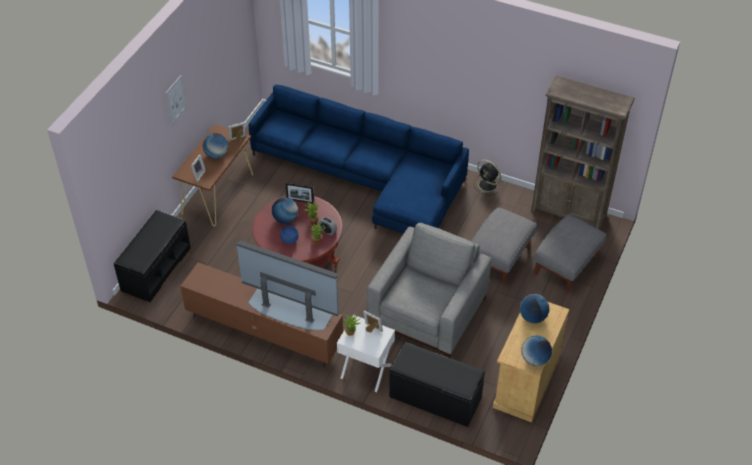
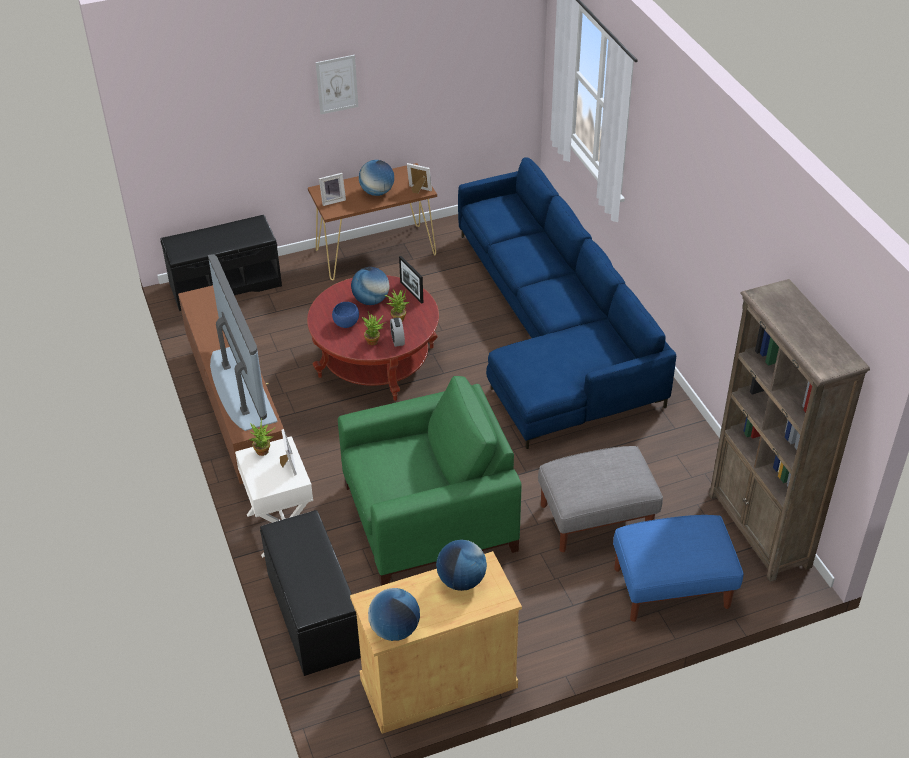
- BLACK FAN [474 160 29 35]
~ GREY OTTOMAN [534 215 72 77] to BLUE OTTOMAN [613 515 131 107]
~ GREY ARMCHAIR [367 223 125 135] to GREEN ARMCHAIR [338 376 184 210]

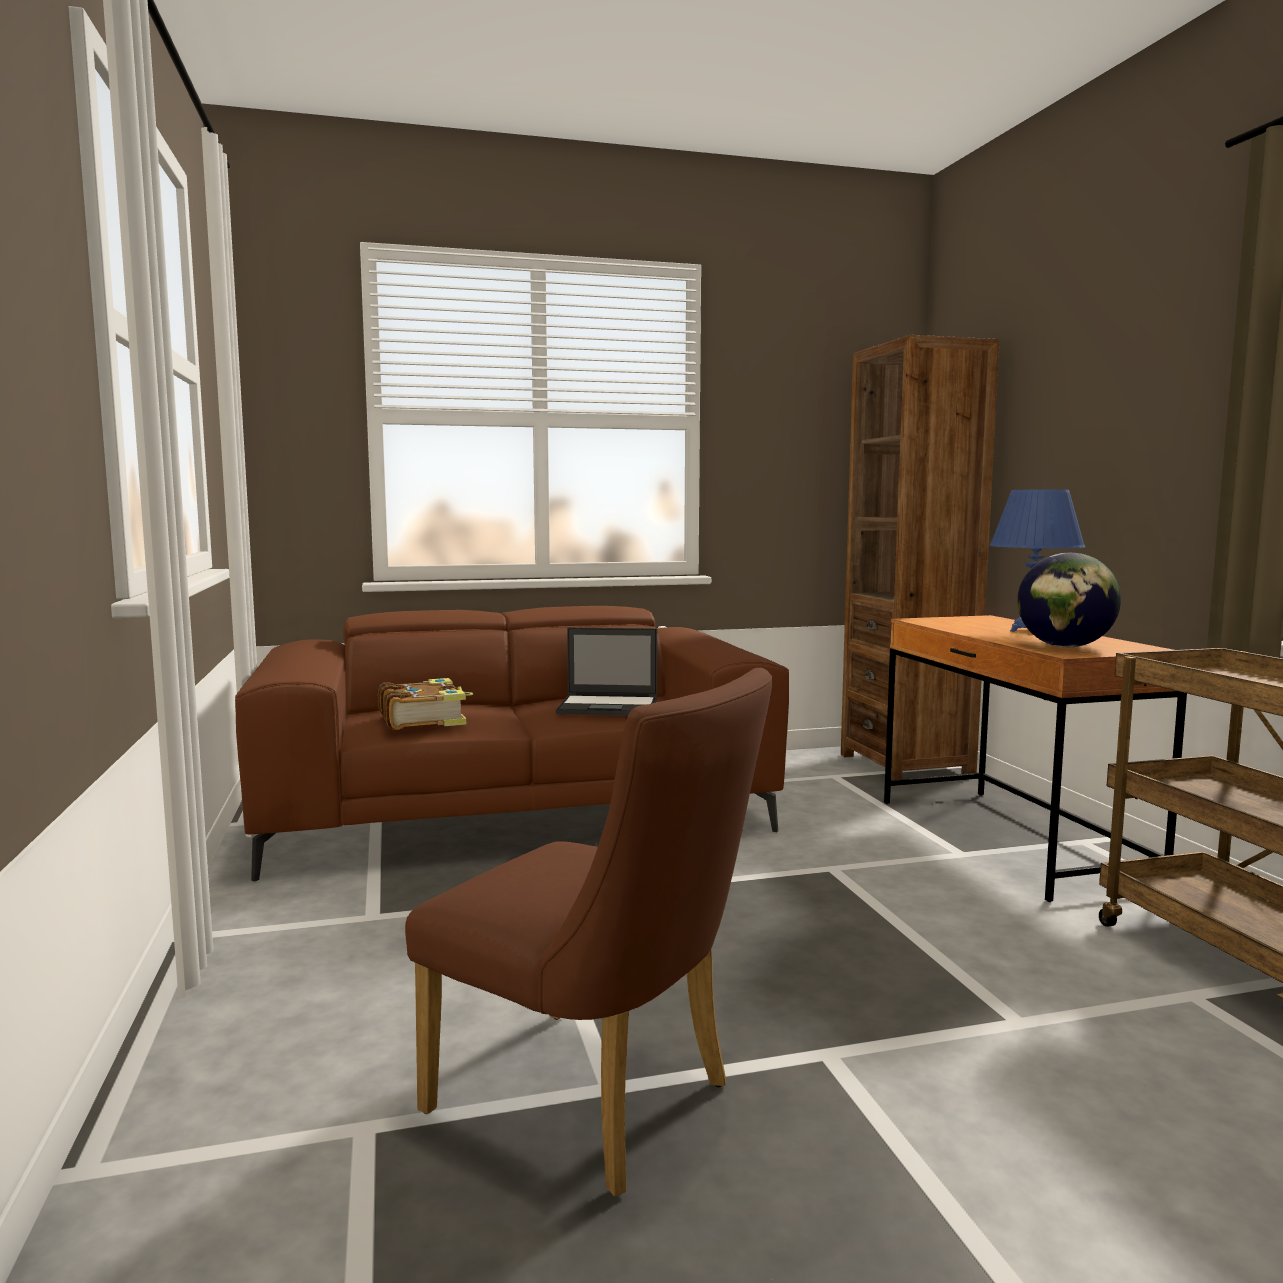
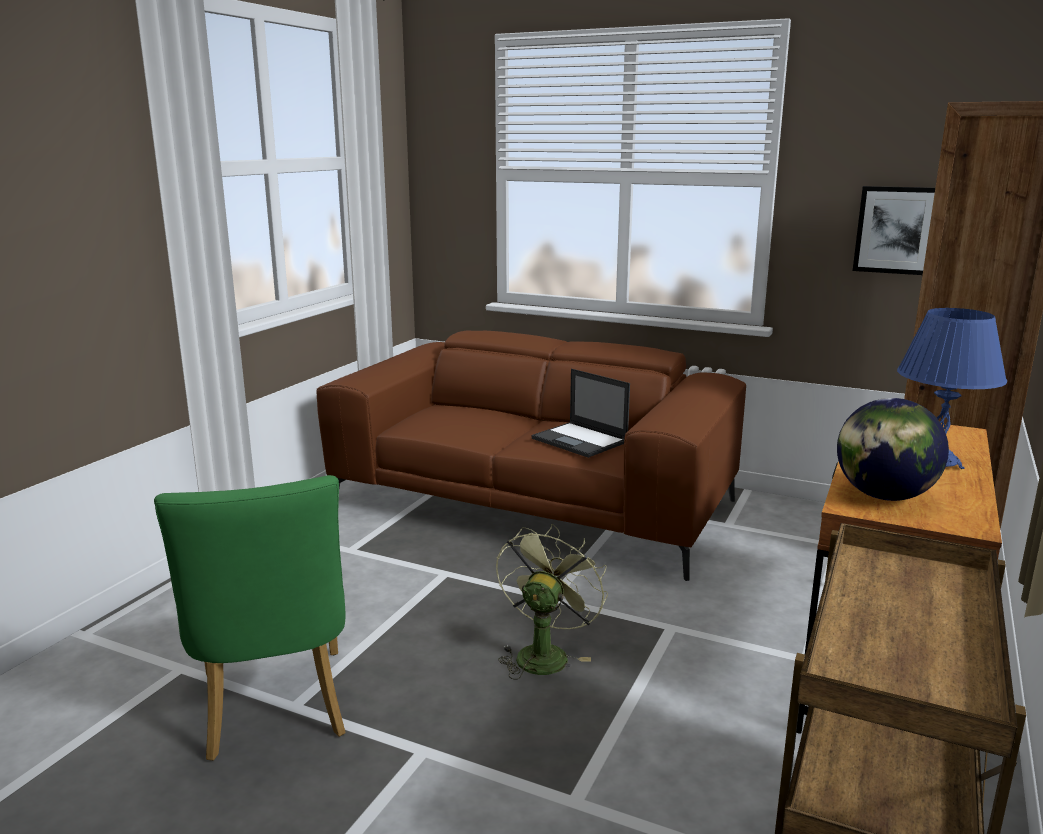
~ BROWN CHAIR [405 668 367 529] to GREEN CHAIR [154 475 192 286]
- BOOK [378 678 95 52]
+ PICTURE [853 186 82 89]
+ GREEN FAN [496 524 112 156]

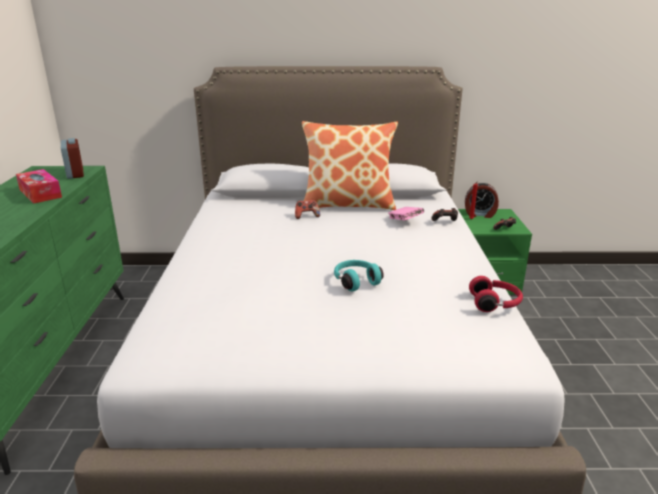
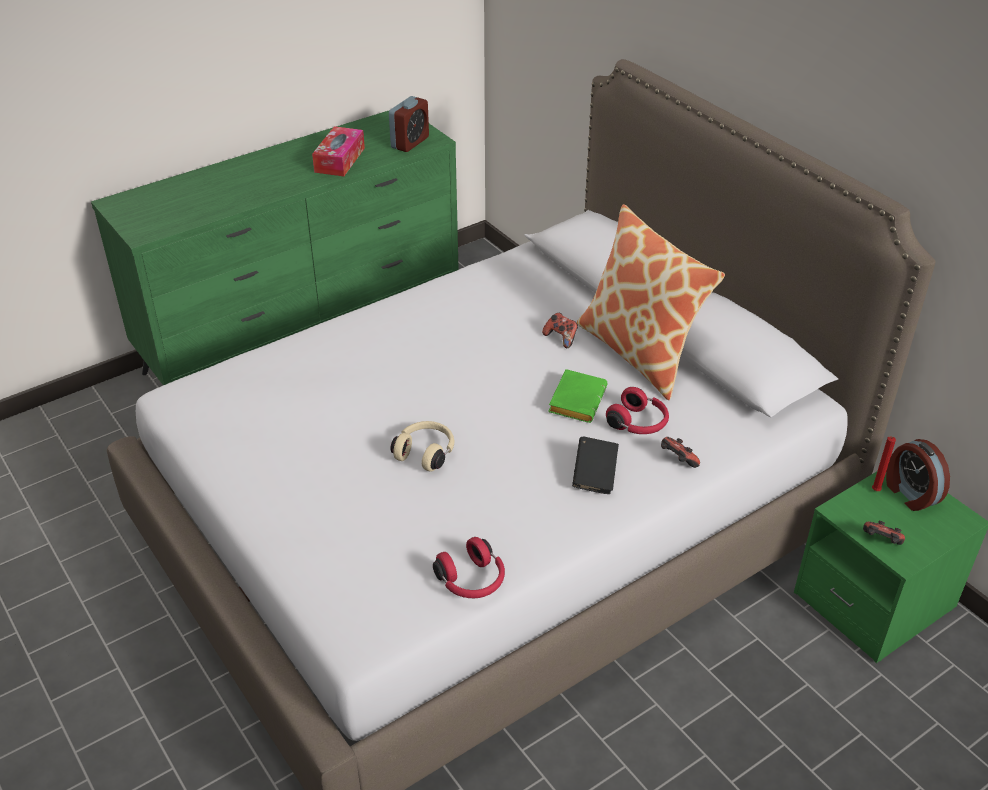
~ PINK BOOK [388 207 36 14] to RED HEADPHONES [606 387 63 47]
~ TURQUOISE HEADPHONES [334 260 50 31] to BEIGE HEADPHONES [390 421 64 51]
+ GREEN BOOK [548 369 60 54]
+ BLACK BOOK [572 437 47 57]

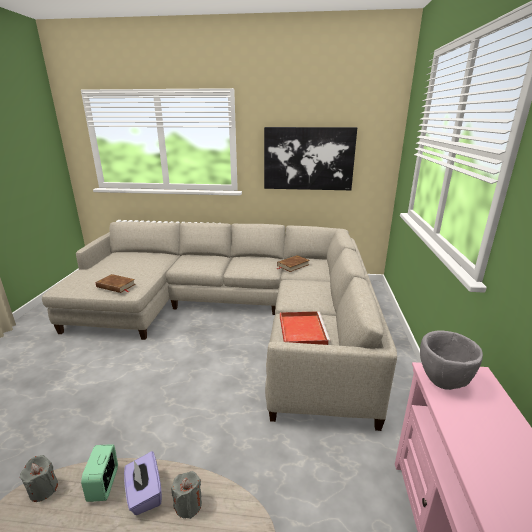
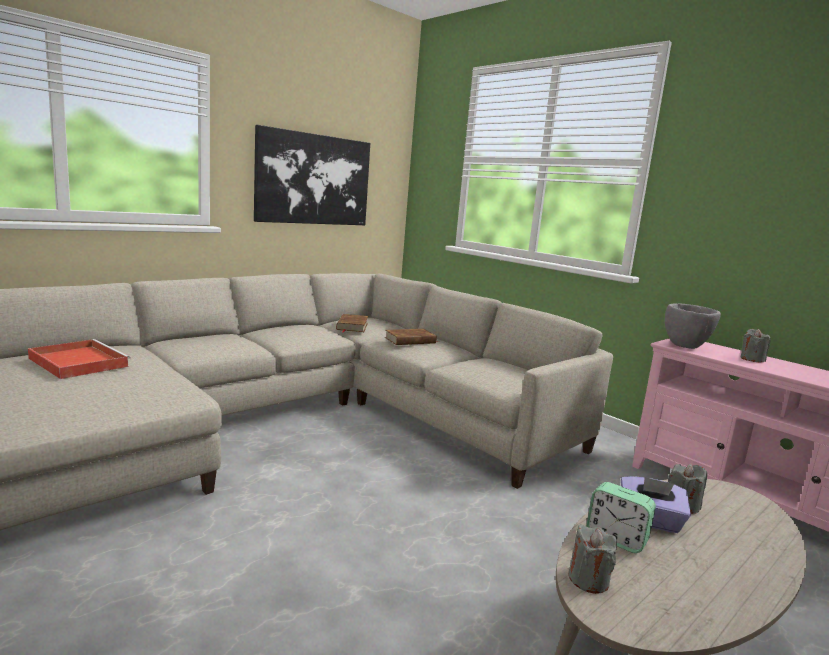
~ BROWN BOOK [96 274 40 19] to [385 329 54 16]
~ RED TRAY [280 311 51 34] to [28 339 103 40]
+ GREY CANDLE [740 329 31 33]

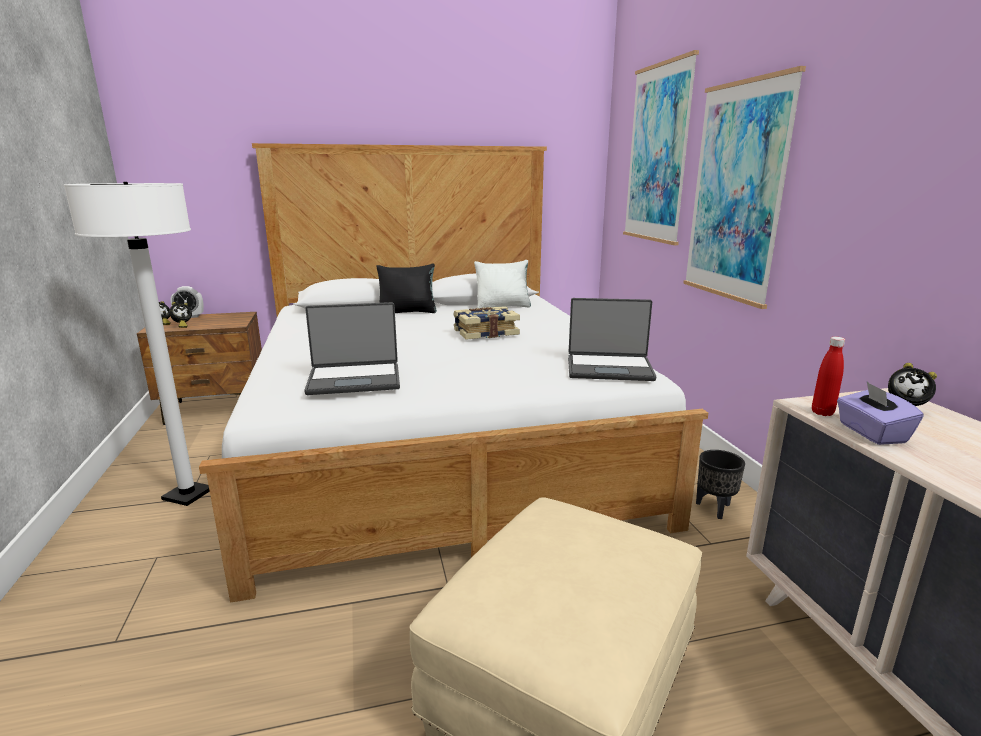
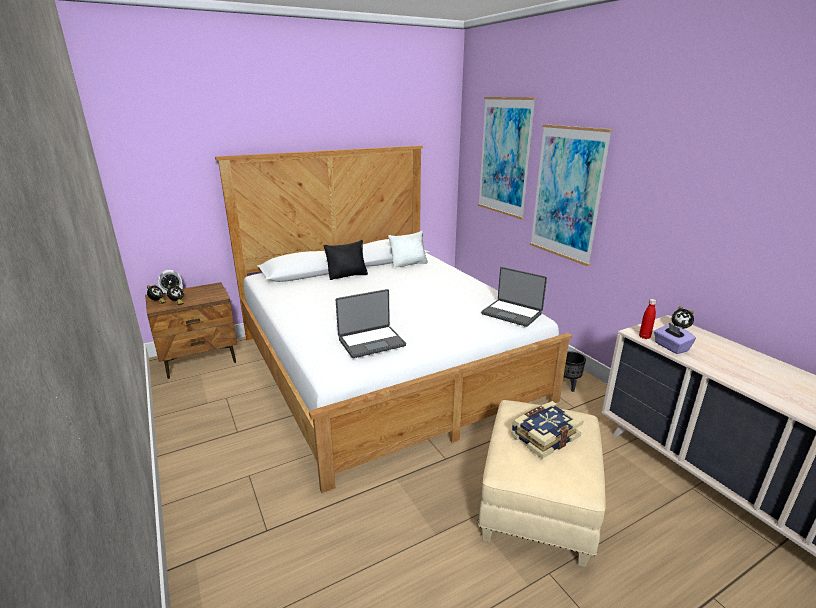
- WHITE FLOOR LAMP [63 182 147 324]
~ LAPTOP [568 298 88 83] = [481 267 66 60] 45 degrees clockwise
~ BOOK [454 306 66 34] to [511 401 72 58]

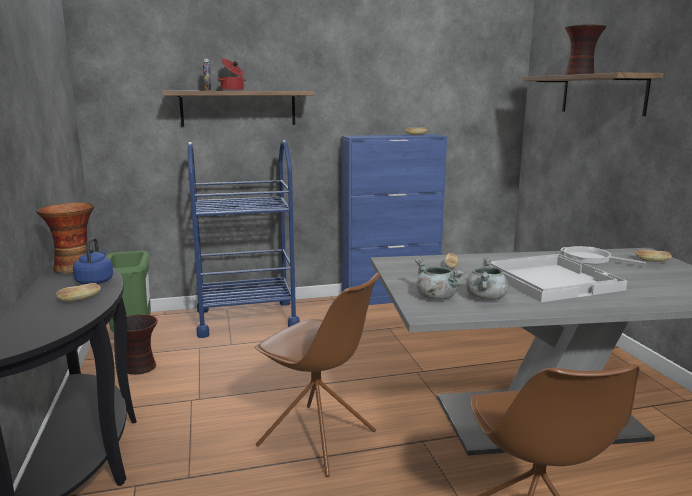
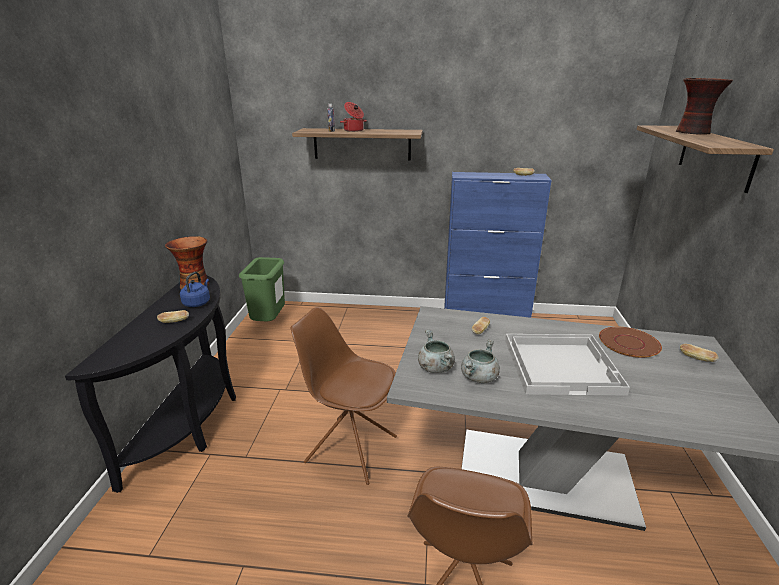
- BLUE CART [187 140 113 198]
~ FRYING PAN [561 246 85 18] to BROWN PLATE [599 327 63 31]
~ BROWN CHAIR [255 272 125 205] = [291 307 106 178] 150 degrees clockwise
- VASE [113 314 45 61]

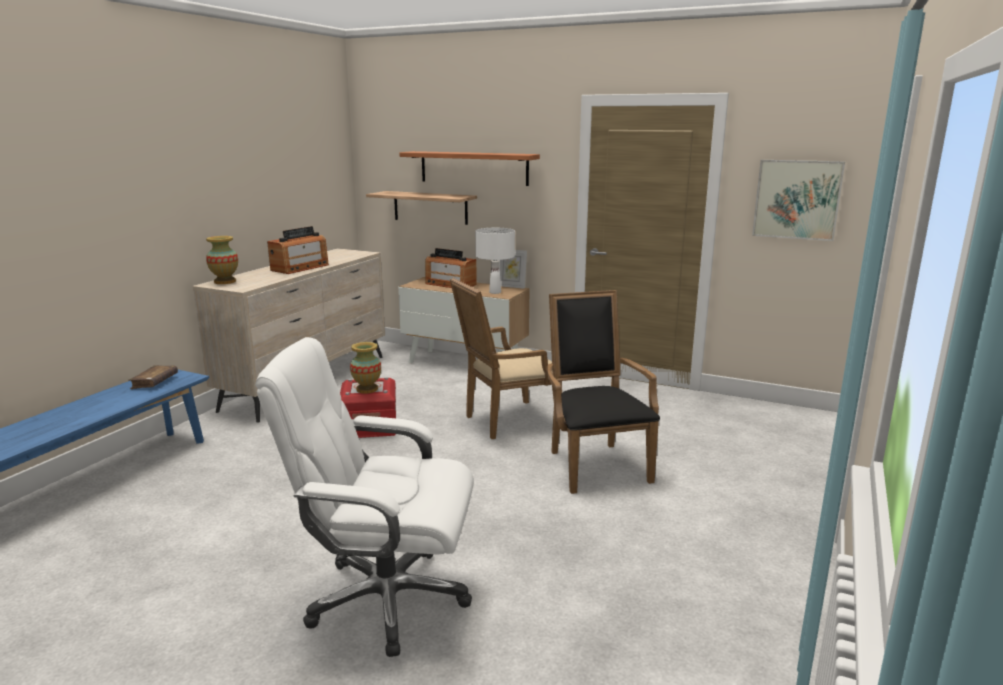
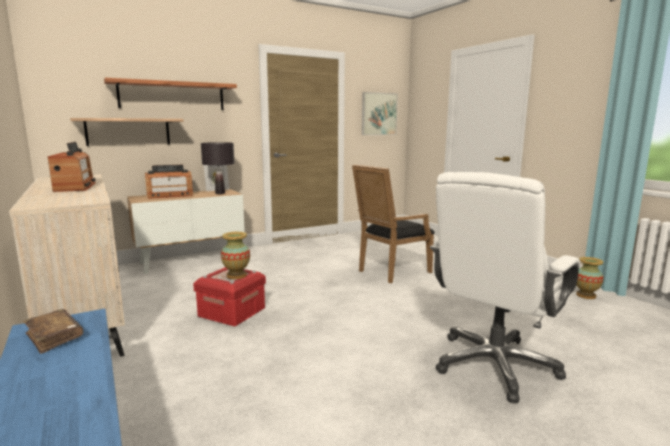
~ WHITE TABLE LAMP [475 228 40 66] to BLACK TABLE LAMP [201 142 34 52]
~ VASE [206 236 32 48] to [576 257 28 42]
- BEIGE ARMCHAIR [450 278 112 161]
~ BLACK ARMCHAIR [546 290 114 204] = [352 165 83 118] 60 degrees counterclockwise

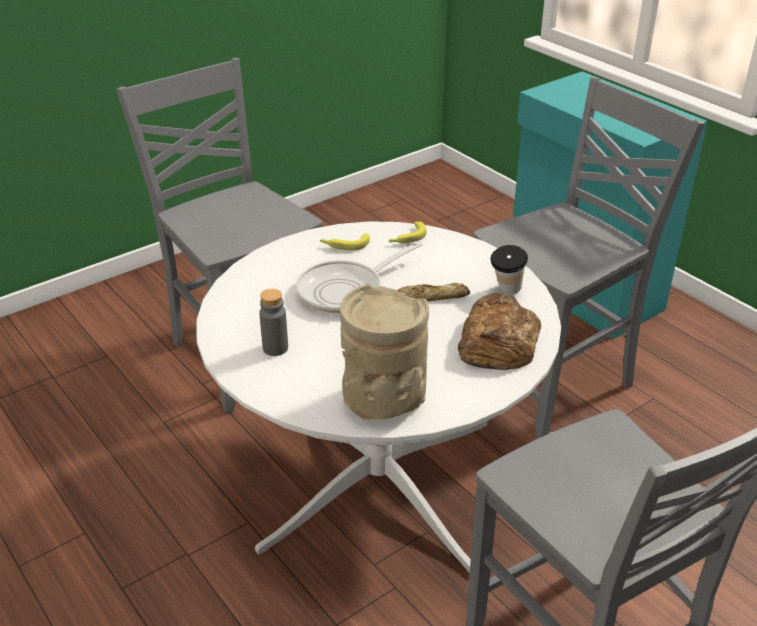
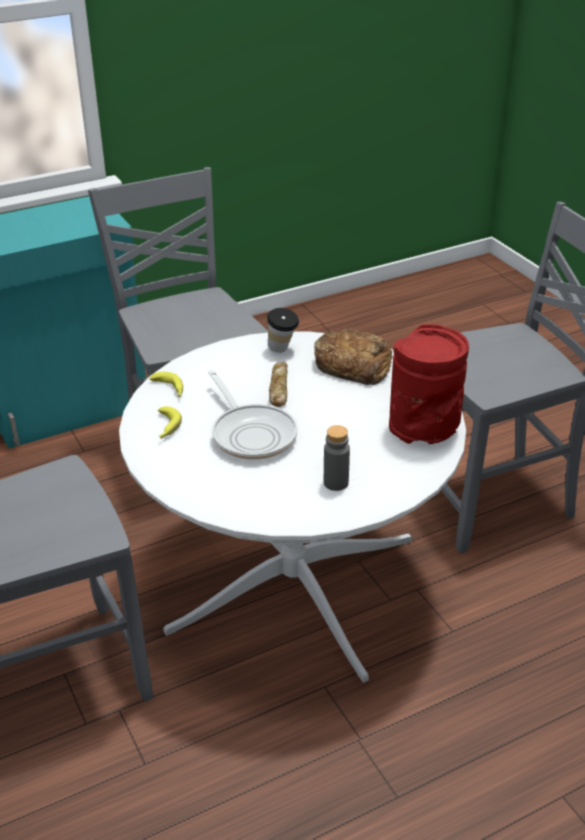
~ BEIGE VASE [340 284 89 137] to RED VASE [389 324 80 120]

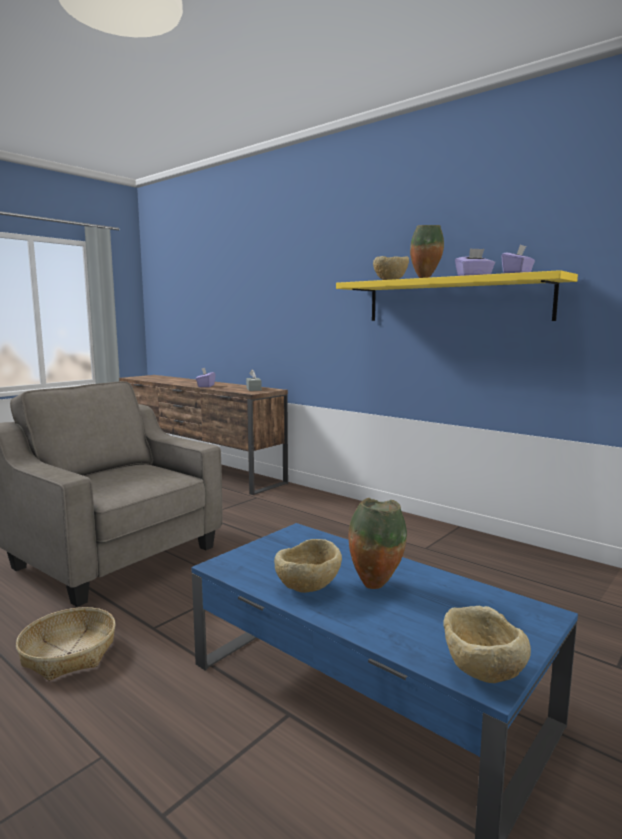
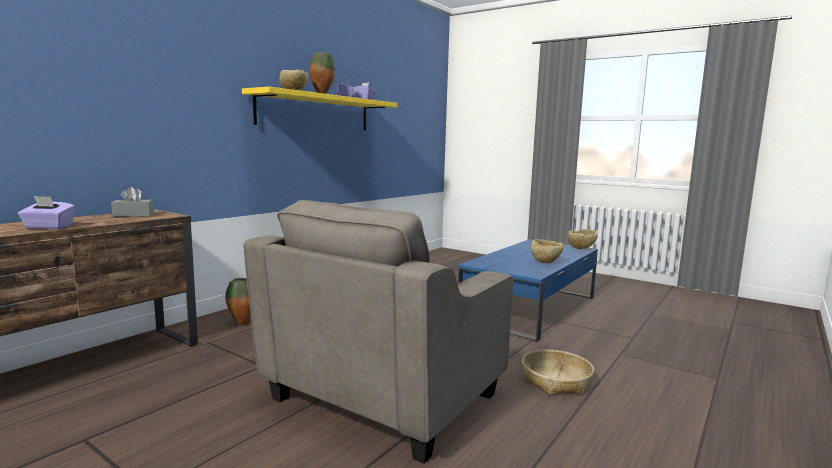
~ VASE [349 498 58 91] to [225 278 26 47]

